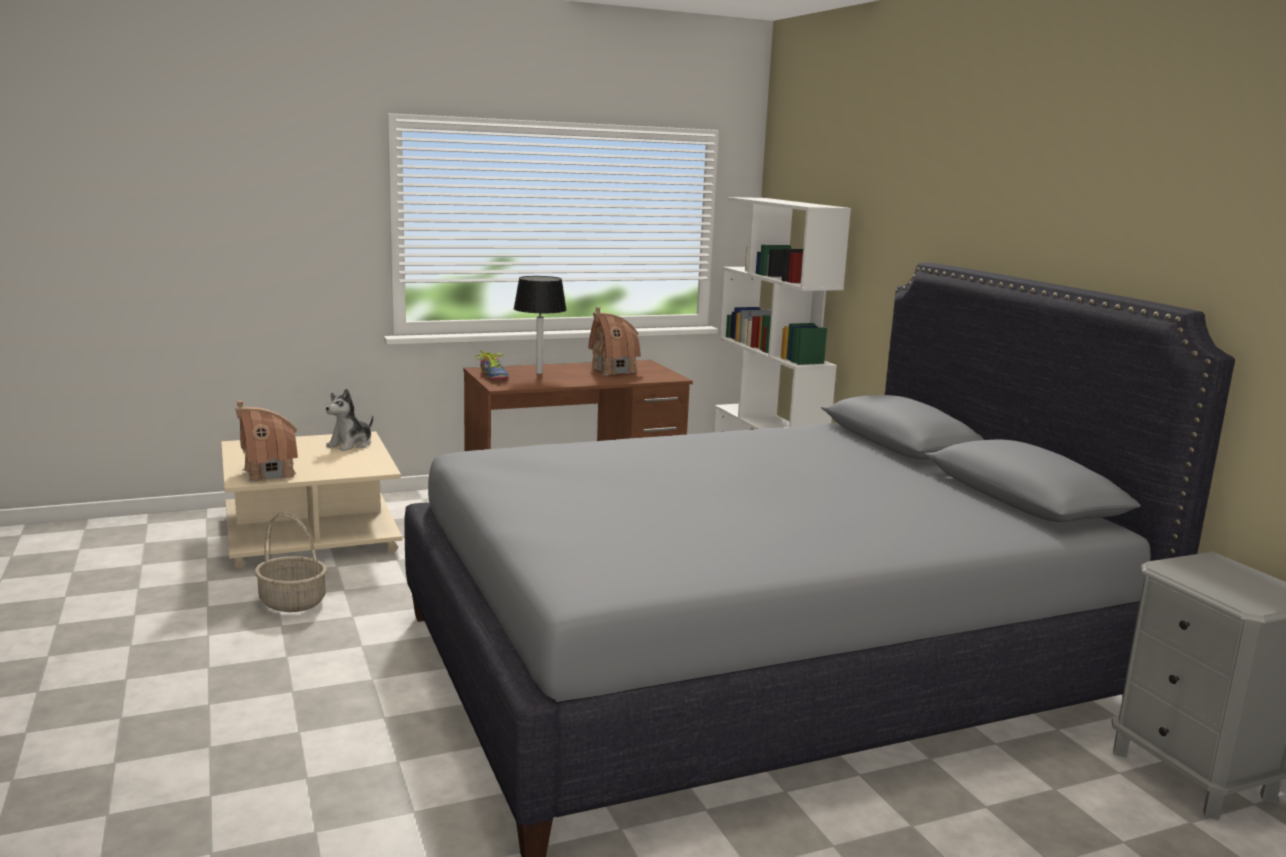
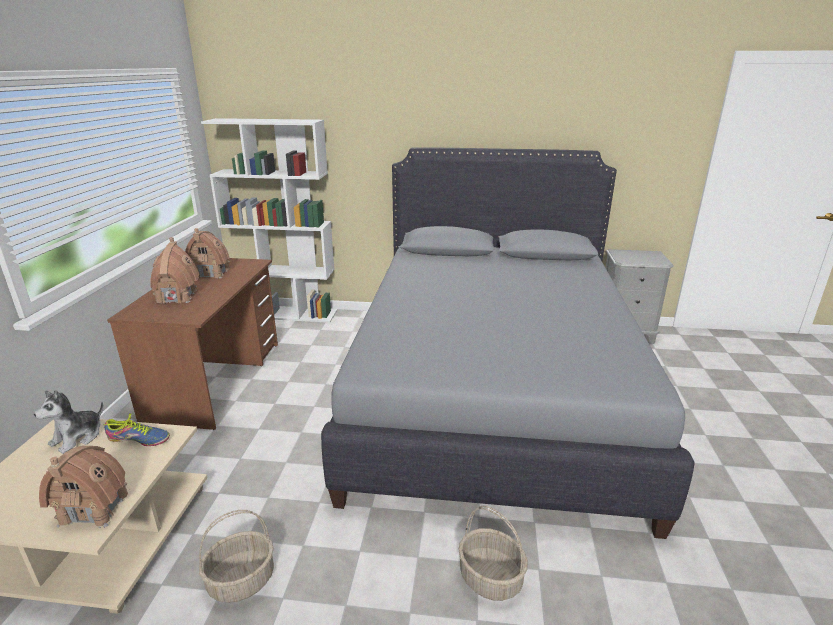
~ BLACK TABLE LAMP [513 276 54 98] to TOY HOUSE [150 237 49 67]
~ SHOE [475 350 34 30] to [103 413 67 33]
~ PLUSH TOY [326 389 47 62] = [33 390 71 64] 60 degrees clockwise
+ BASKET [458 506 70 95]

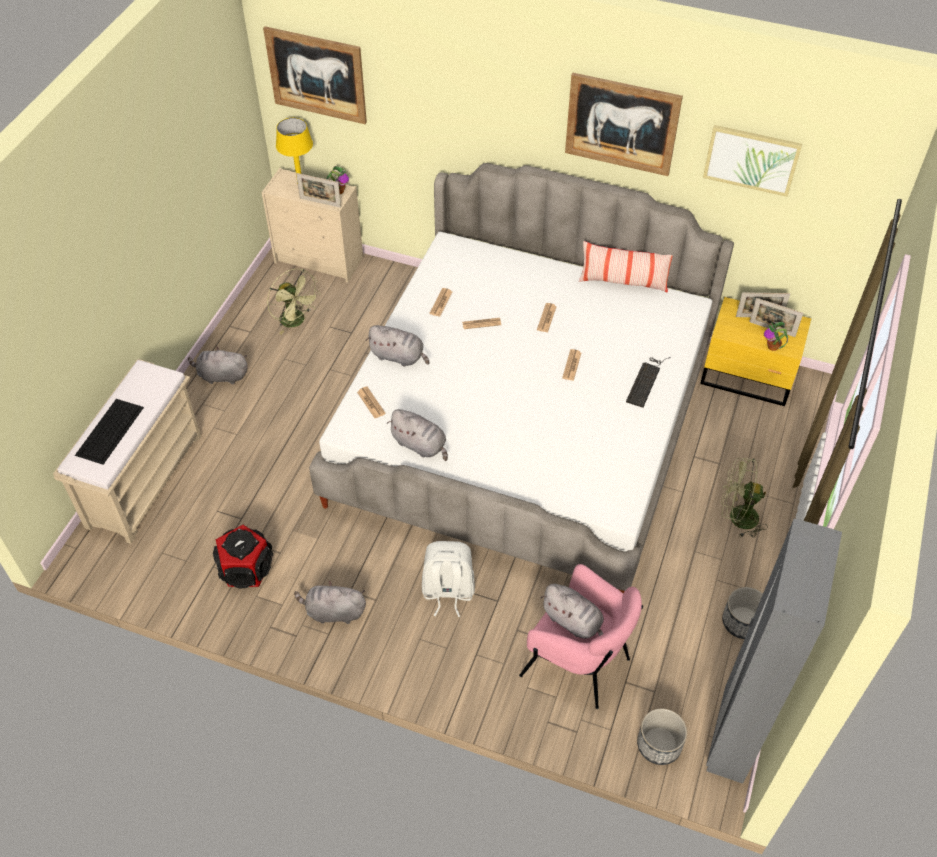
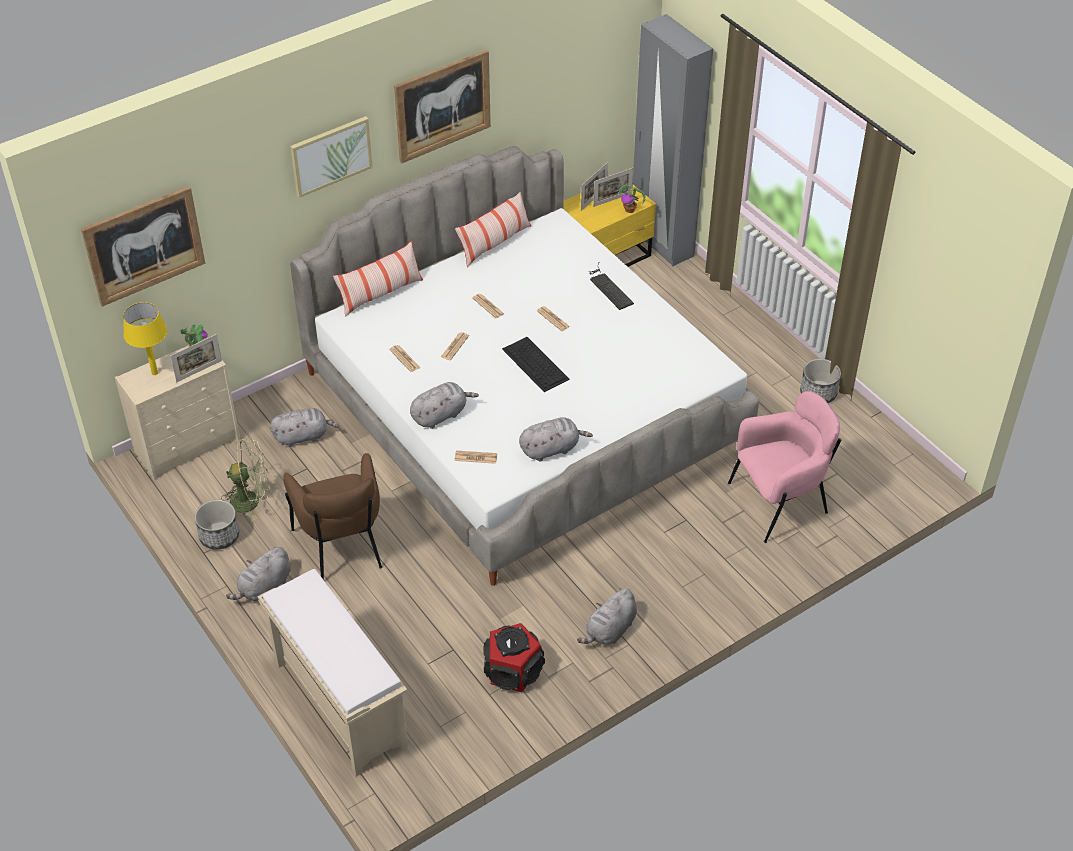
~ PICTURE [703 125 99 72] to [290 116 83 82]
~ KEYBOARD [75 399 69 66] to [502 337 68 55]
- GREEN FAN [721 458 47 80]
~ GREY WARDROBE [706 519 136 265] to [633 14 80 252]
- WHITE BACKPACK [422 541 53 76]
~ GREY PLUSH TOY [540 584 64 55] to [270 408 70 39]
~ PLANTER [637 708 50 57] to [194 500 45 50]
+ PILLOW [333 241 90 75]
+ BROWN ARMCHAIR [283 453 99 127]

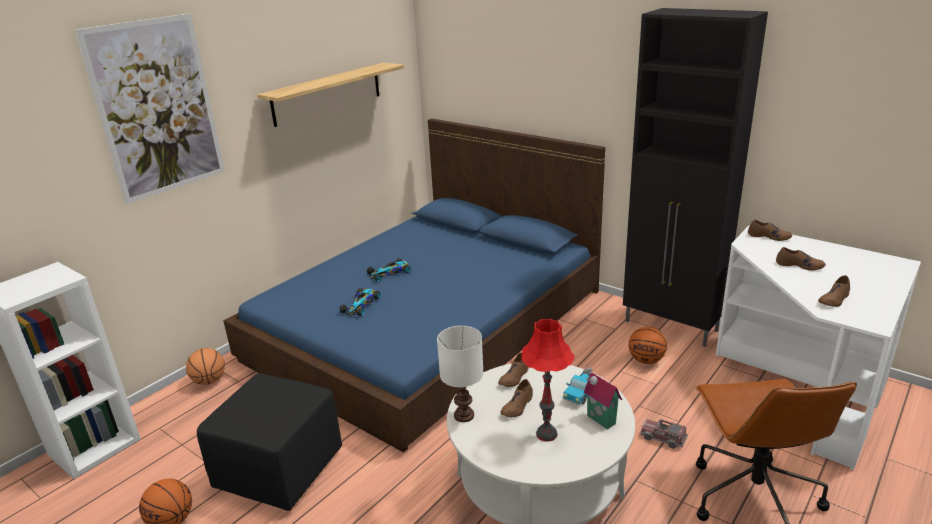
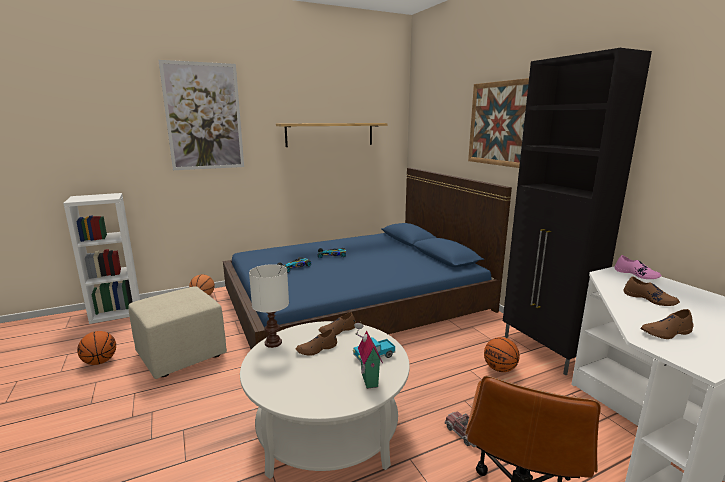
~ BROWN SHOE [748 219 45 22] to PINK SHOE [614 255 48 24]
- RED TABLE LAMP [521 319 54 123]
~ BLACK OTTOMAN [197 373 145 138] to BEIGE OTTOMAN [128 286 99 93]
+ PICTURE [468 78 61 90]

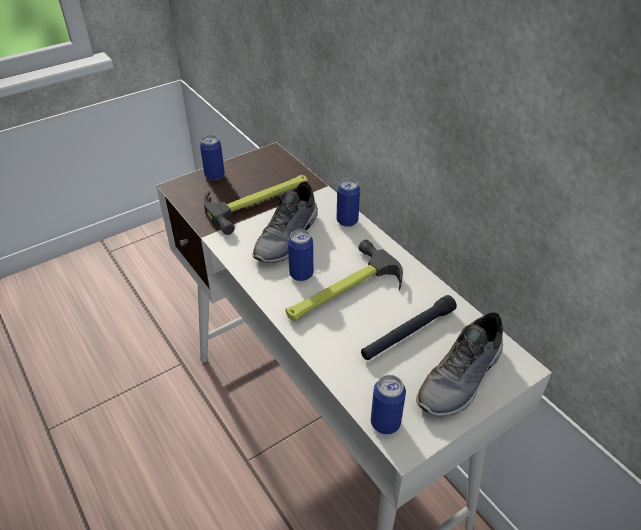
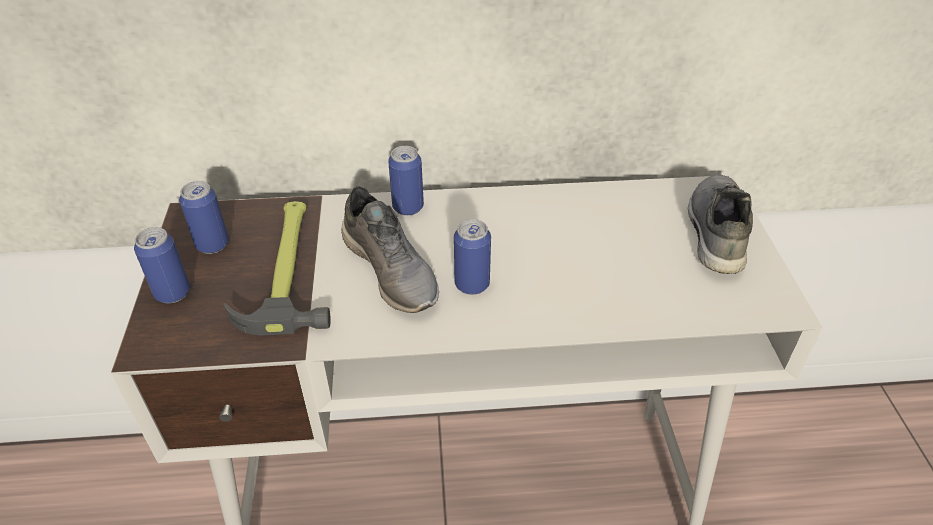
- HAMMER [285 240 118 82]
- BLACK FLASHLIGHT [361 295 96 65]
~ GREY SHOE [416 312 87 105] = [688 175 65 99] 150 degrees counterclockwise
~ CAN [371 375 35 59] to [179 181 50 73]

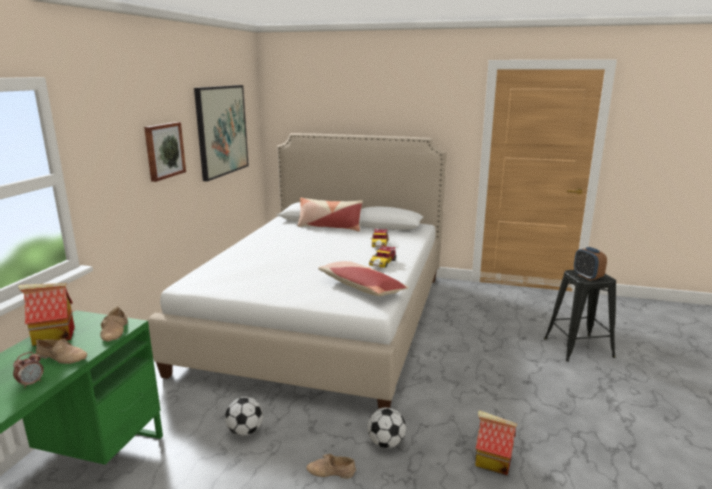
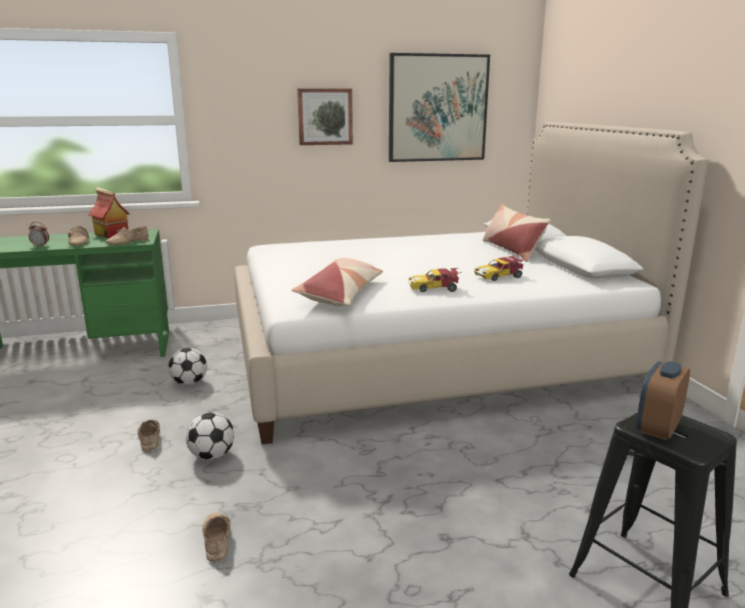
~ TOY HOUSE [475 410 42 65] to BEIGE SHOE [202 513 28 50]

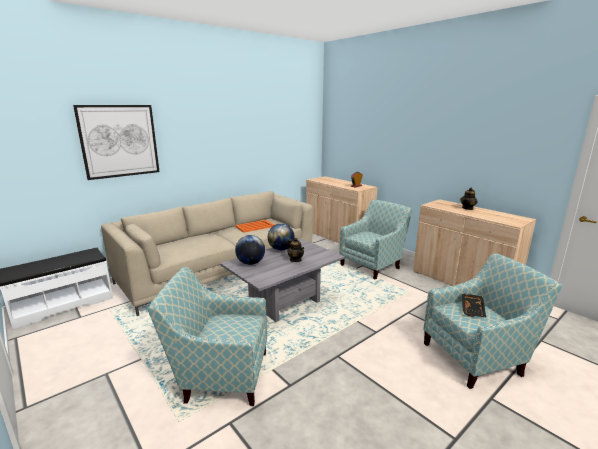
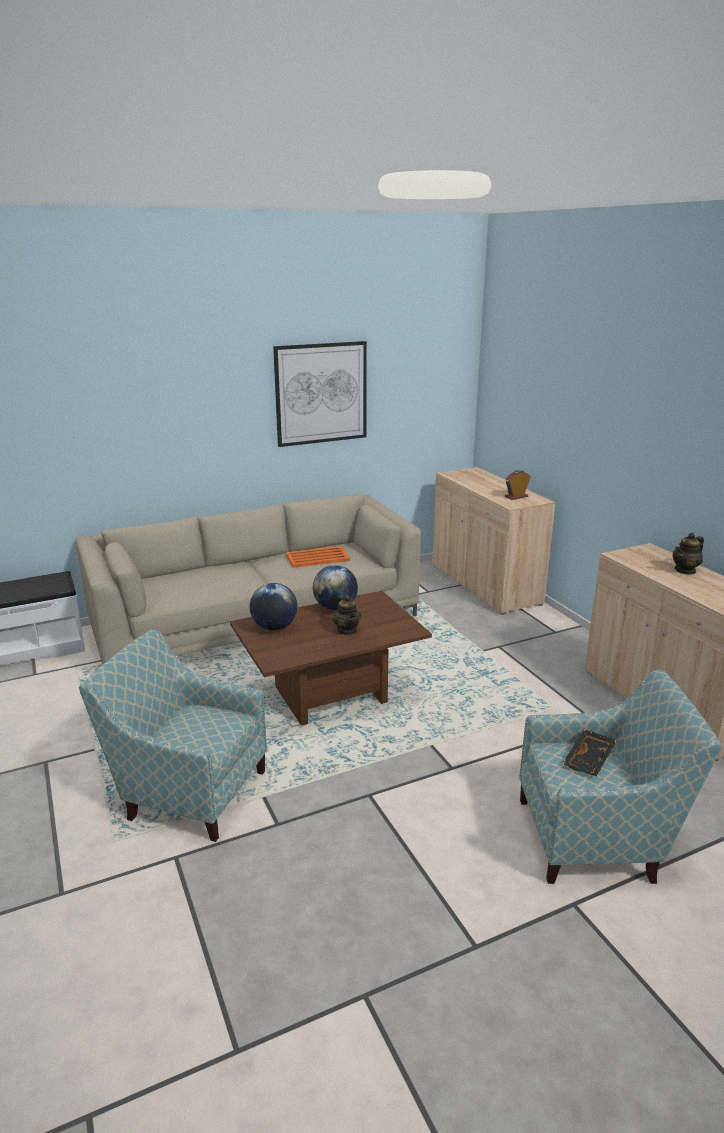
~ PICTURE [73 105 87 75] to [273 341 94 106]
- ARMCHAIR [339 200 73 80]
~ GREY COFFEE TABLE [220 239 125 83] to BROWN COFFEE TABLE [230 591 202 135]

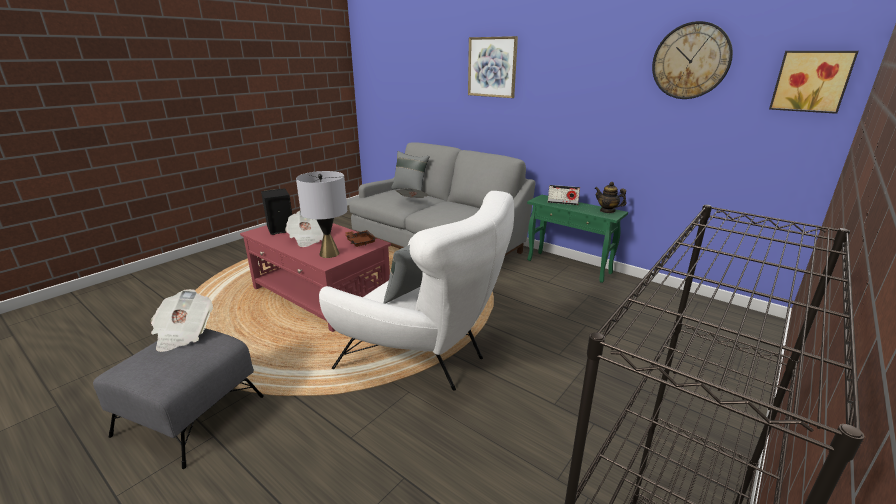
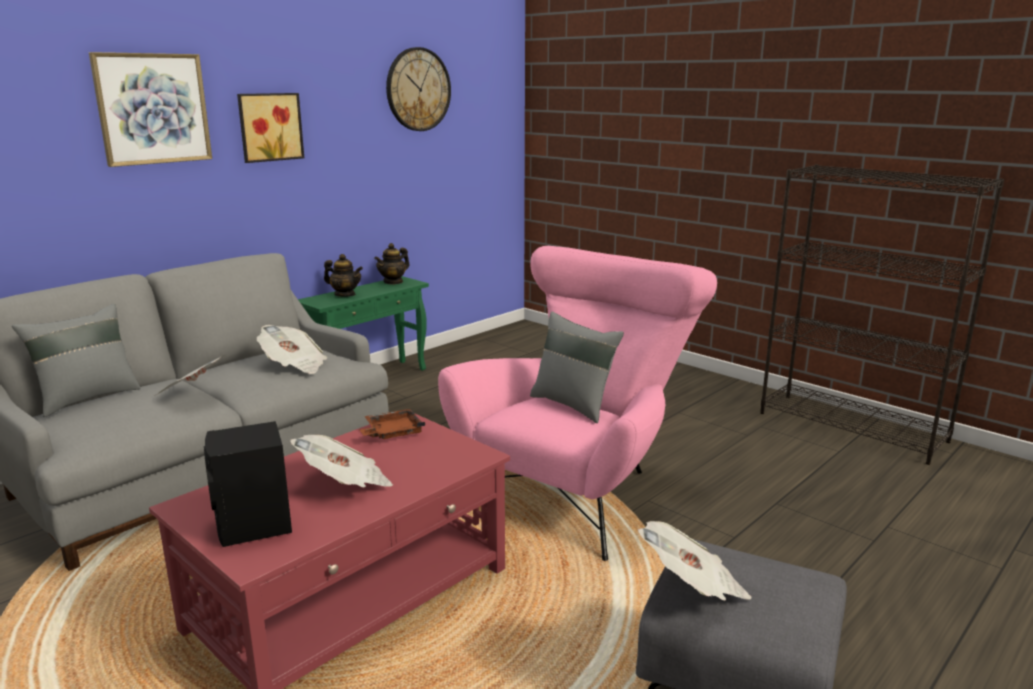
~ PICTURE [769 51 90 63] to [237 93 67 70]
- GREY TABLE LAMP [296 171 51 87]
~ RADIO [548 185 32 20] to TEAPOT [324 254 39 43]
~ WHITE ARMCHAIR [319 191 195 199] to PINK ARMCHAIR [438 246 279 315]
+ NEWSPAPER [257 325 70 49]

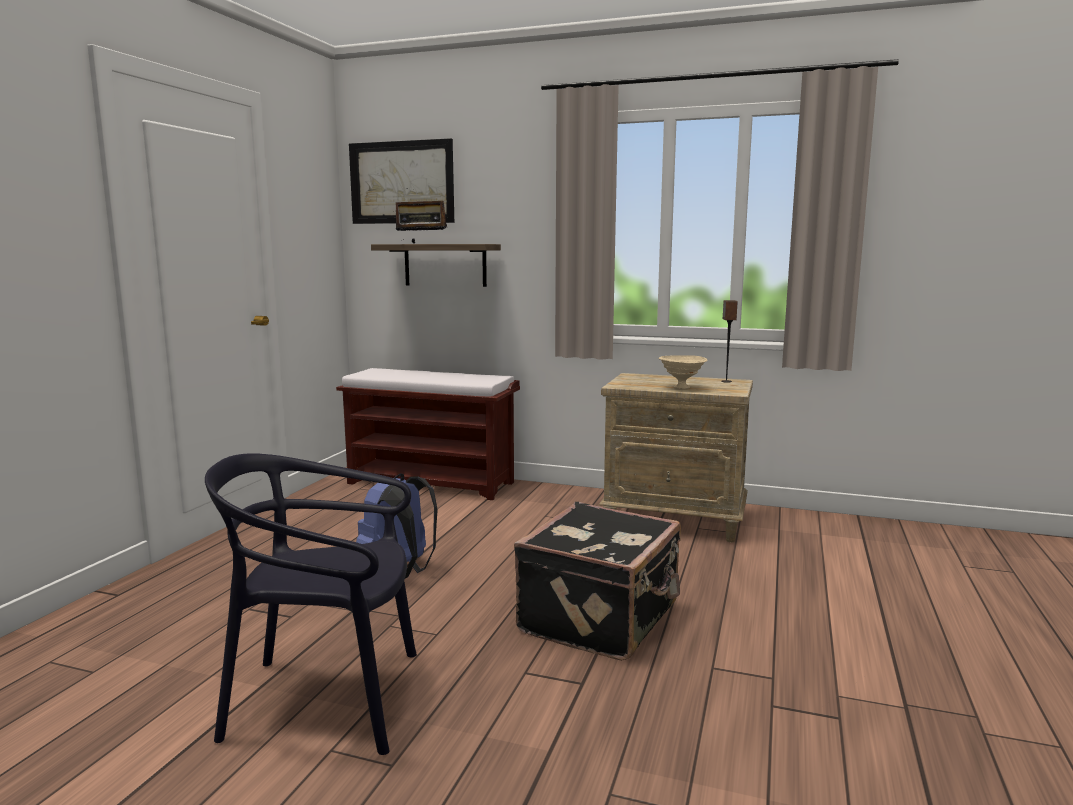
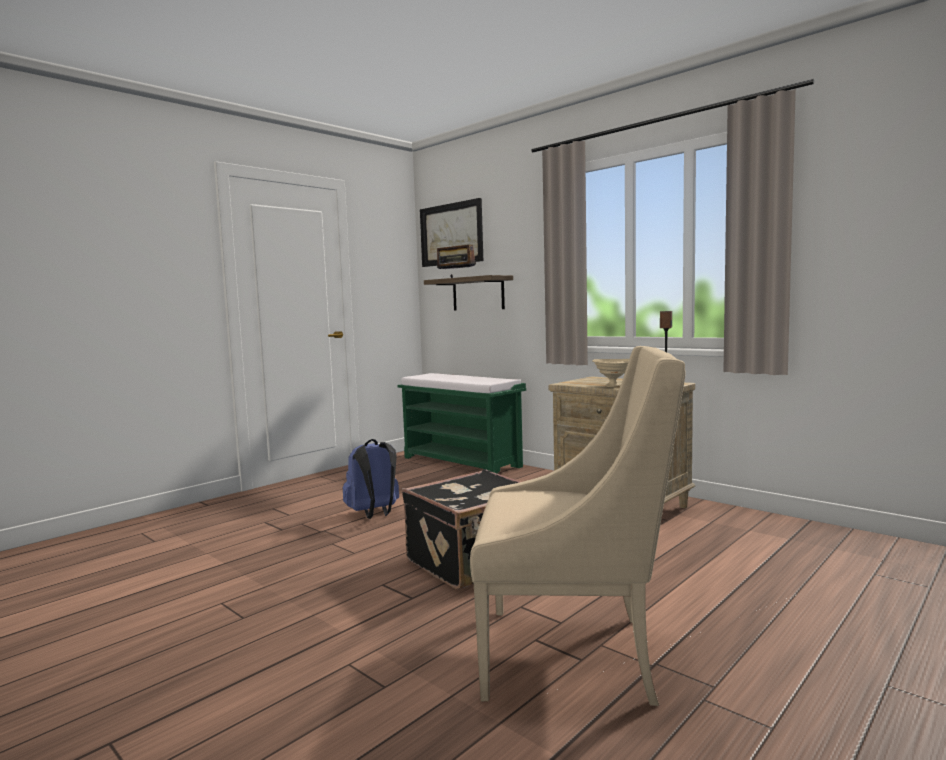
~ BROWN BENCH [336 368 184 132] to GREEN BENCH [398 373 128 100]
- BLACK CHAIR [205 453 212 302]
+ BEIGE ARMCHAIR [470 346 216 360]

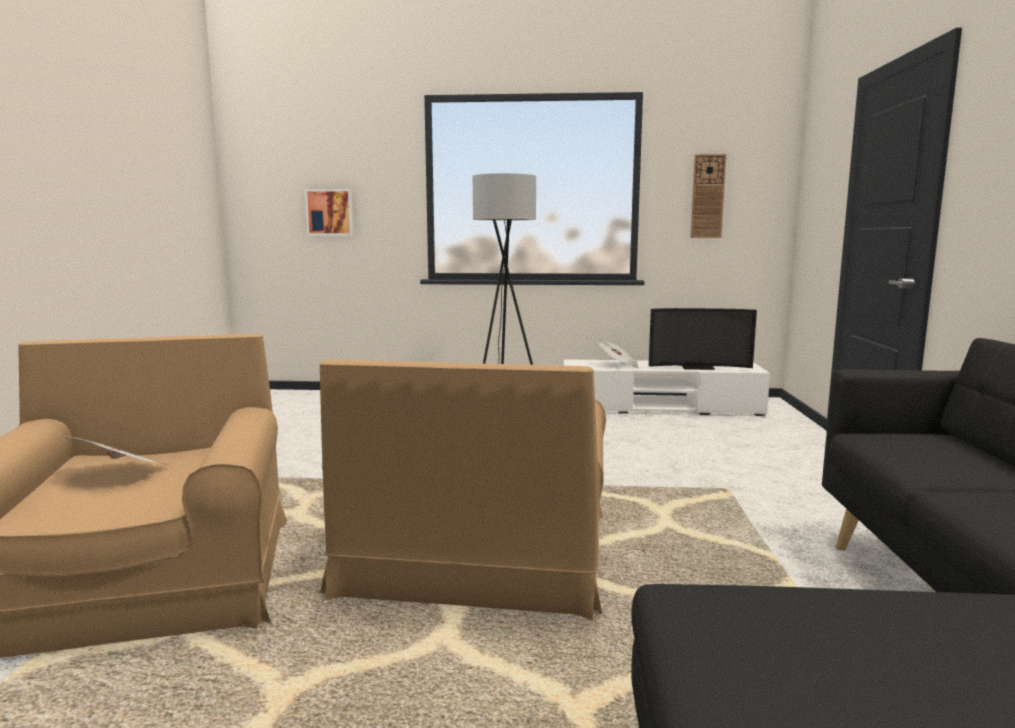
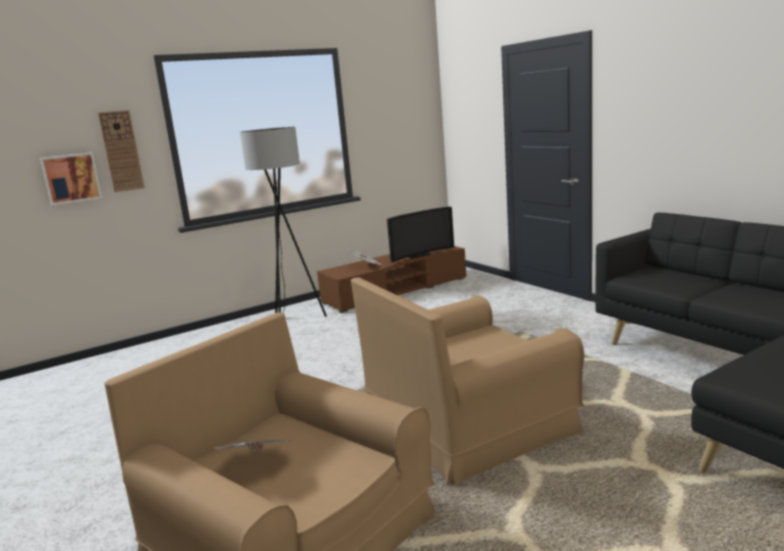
~ WALL CLOCK [691 154 35 84] to [98 110 47 82]
~ WHITE TV STAND [564 359 206 57] to BROWN TV STAND [317 246 149 67]
~ BROWN ARMCHAIR [320 360 286 261] = [351 278 233 208] 90 degrees clockwise

